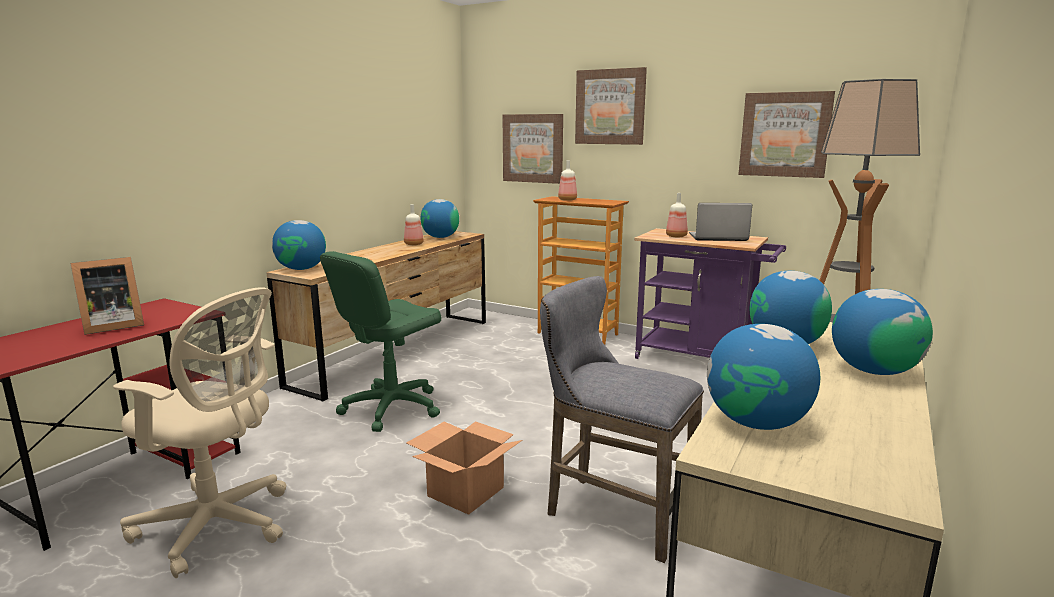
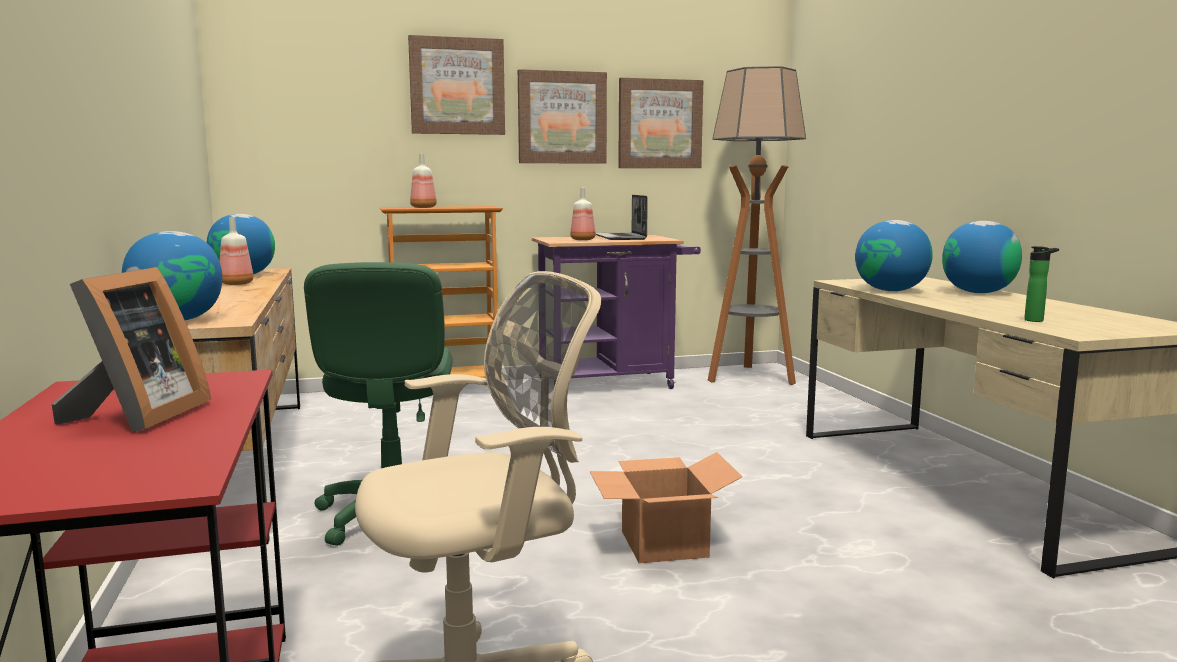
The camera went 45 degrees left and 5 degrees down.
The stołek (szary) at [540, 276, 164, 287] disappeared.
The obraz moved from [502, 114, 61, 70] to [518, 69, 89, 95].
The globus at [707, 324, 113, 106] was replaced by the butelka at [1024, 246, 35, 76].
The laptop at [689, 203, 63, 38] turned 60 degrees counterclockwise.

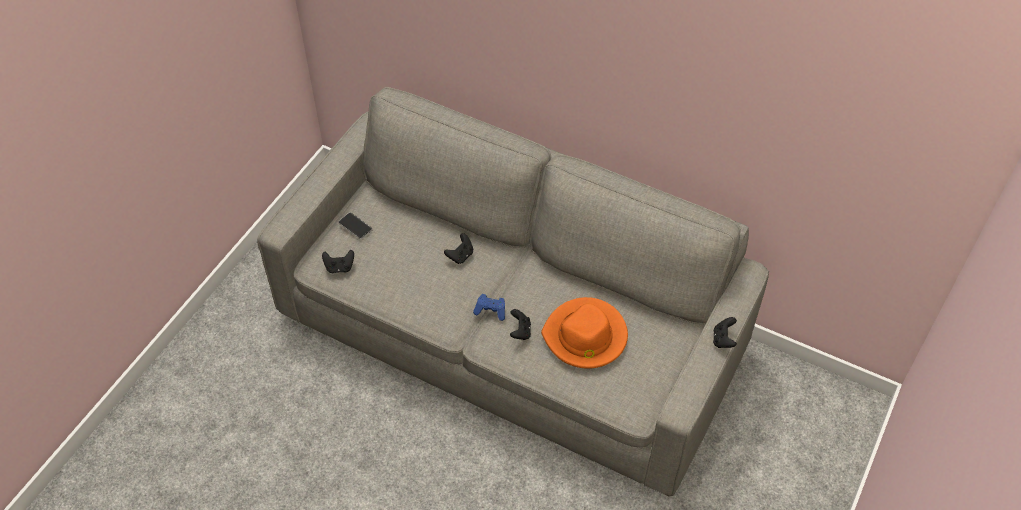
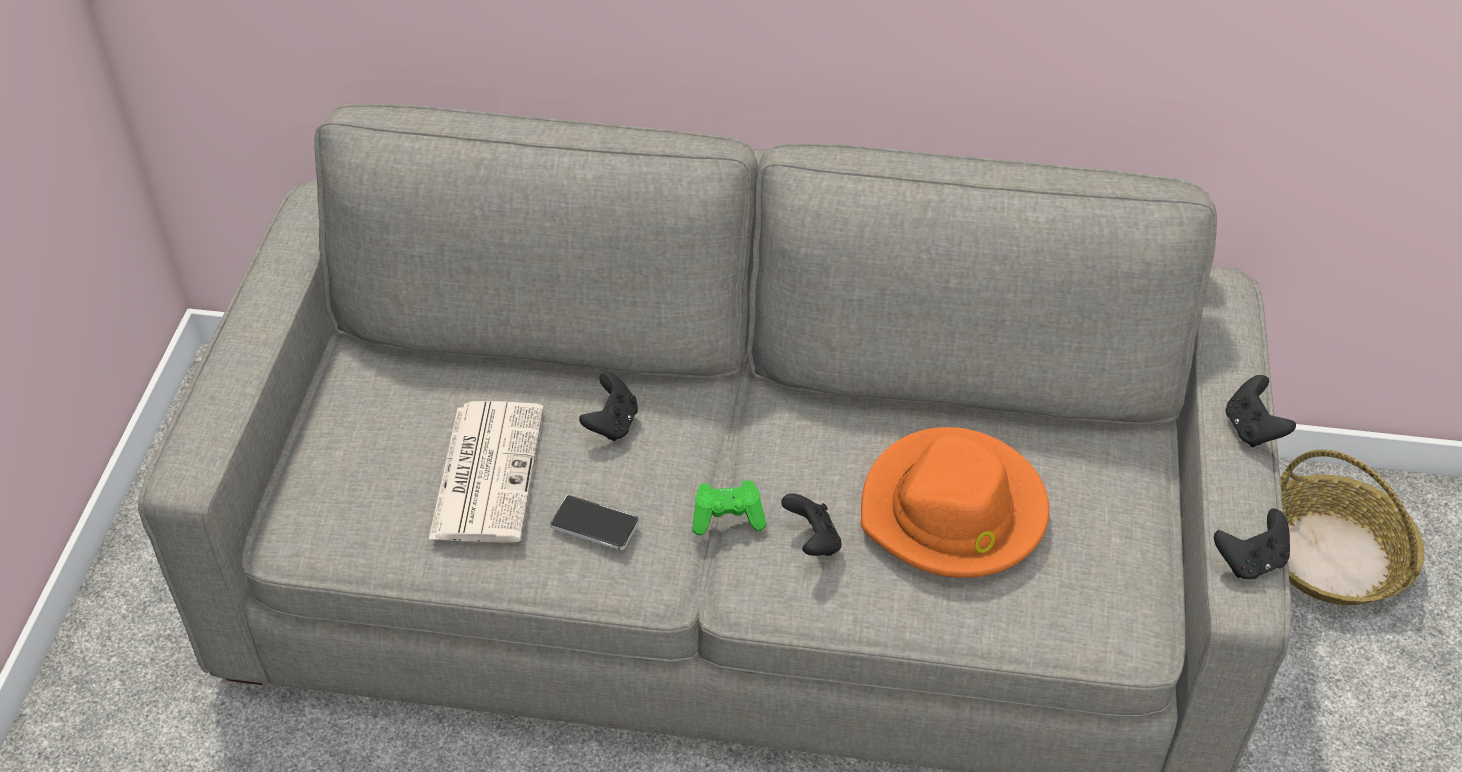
The camera went 20 degrees left and 5 degrees down.
The gazeta at [428, 401, 116, 142] appeared.
The koszyk at [1280, 450, 144, 155] appeared.
The pad do gier (czarny) moved from [322, 250, 32, 23] to [1214, 508, 76, 71].
The telefon moved from [338, 212, 35, 27] to [550, 495, 89, 55].
The pad do gier (niebieski) at [473, 294, 32, 27] became the pad do gier (zielony) at [692, 480, 75, 56].

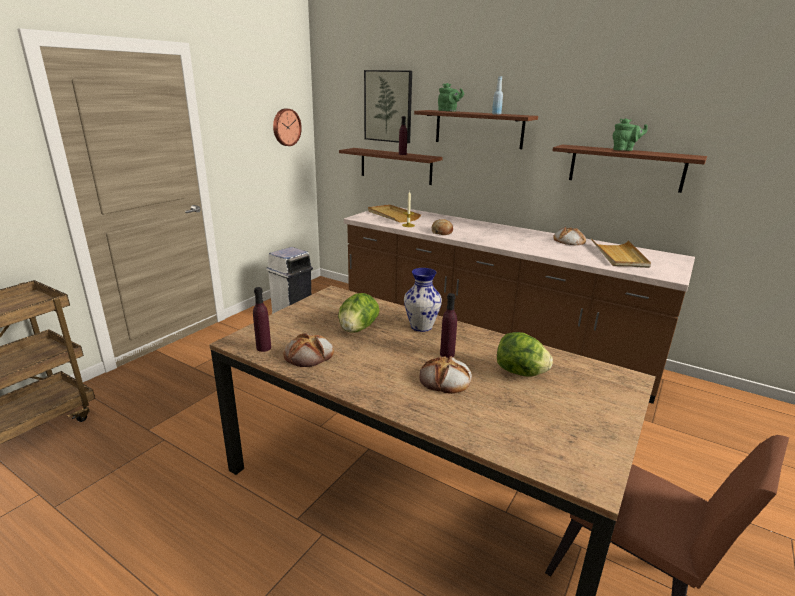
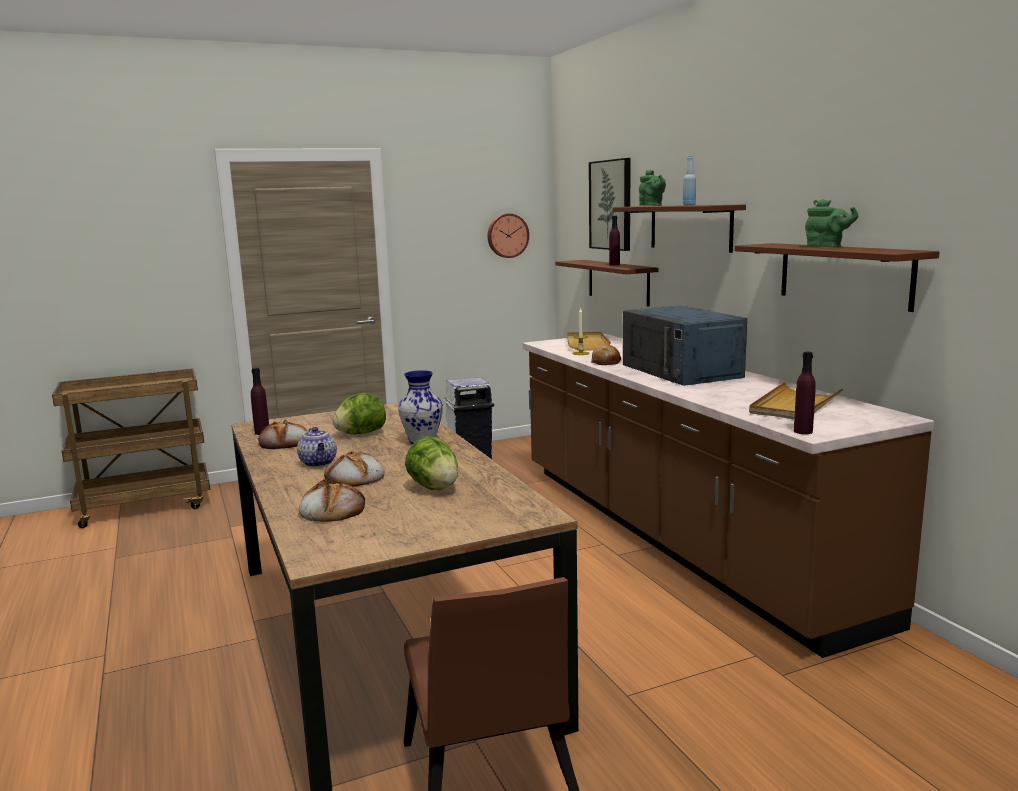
The camera went 35 degrees right and 10 degrees down.
The imbryk at [297, 427, 40, 40] appeared.
The mikrofalówka (niebieski) at [623, 305, 124, 81] appeared.
The butelka (fioletowy) moved from [440, 293, 17, 65] to [794, 352, 22, 82].
The chleb moved from [553, 226, 33, 19] to [299, 478, 66, 44].

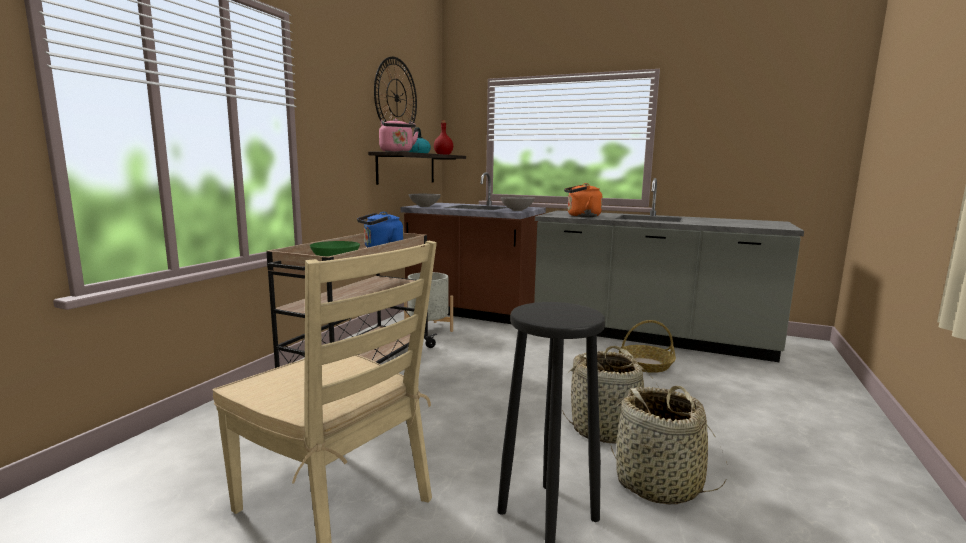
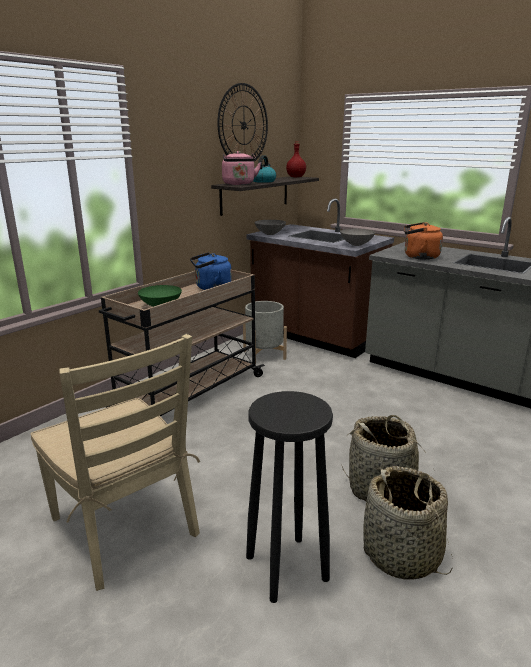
The camera went 15 degrees right and 10 degrees up.
The koszyk at [619, 320, 57, 53] disappeared.

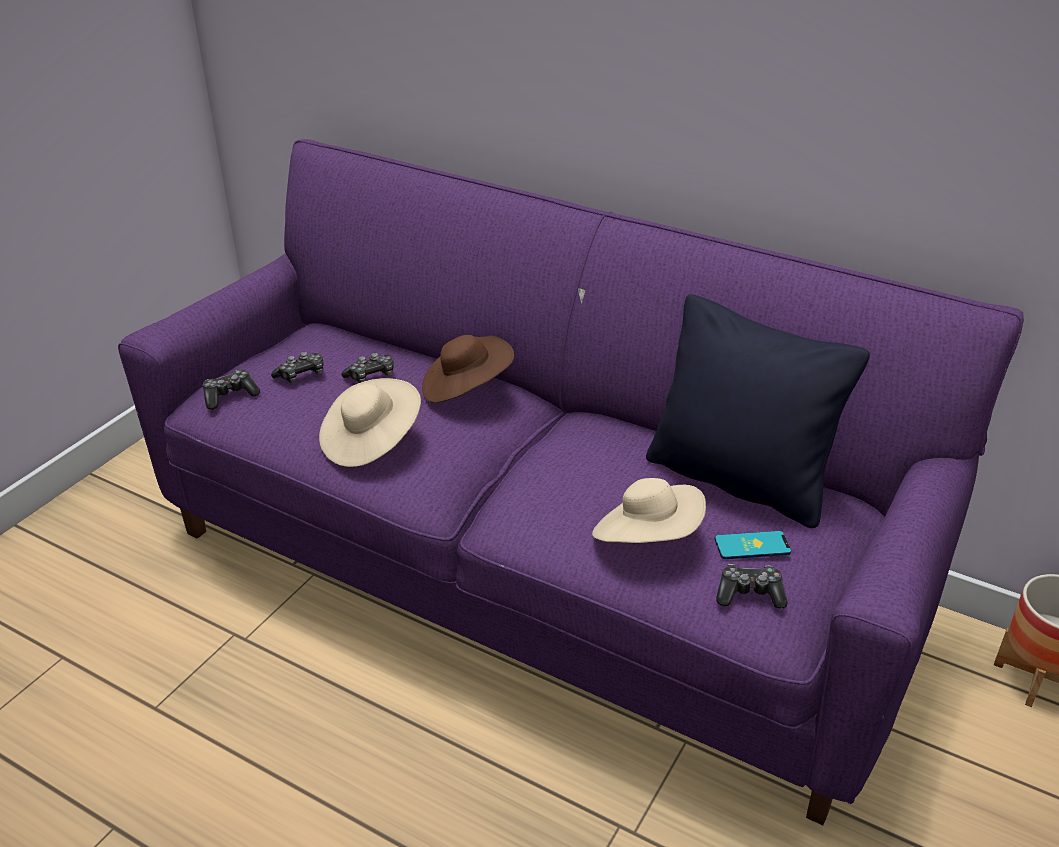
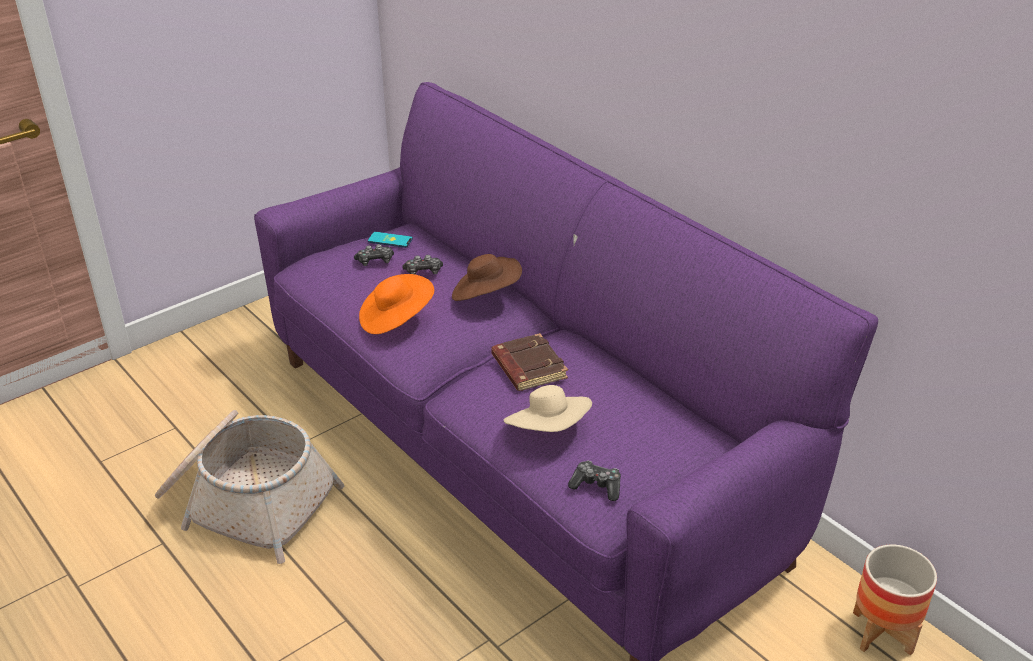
The camera went 20 degrees right and 0 degrees up.
The pad do gier at [203, 370, 57, 40] disappeared.
The poduszka (czarny) at [646, 294, 224, 234] disappeared.
The koszyk at [155, 410, 189, 154] appeared.
The książka (brązowy) at [491, 333, 77, 58] appeared.
The telefon moved from [715, 531, 76, 28] to [368, 232, 45, 16].
The kapelusz (beżowy) at [319, 378, 102, 89] became the kapelusz (pomarańczowy) at [359, 274, 75, 60].

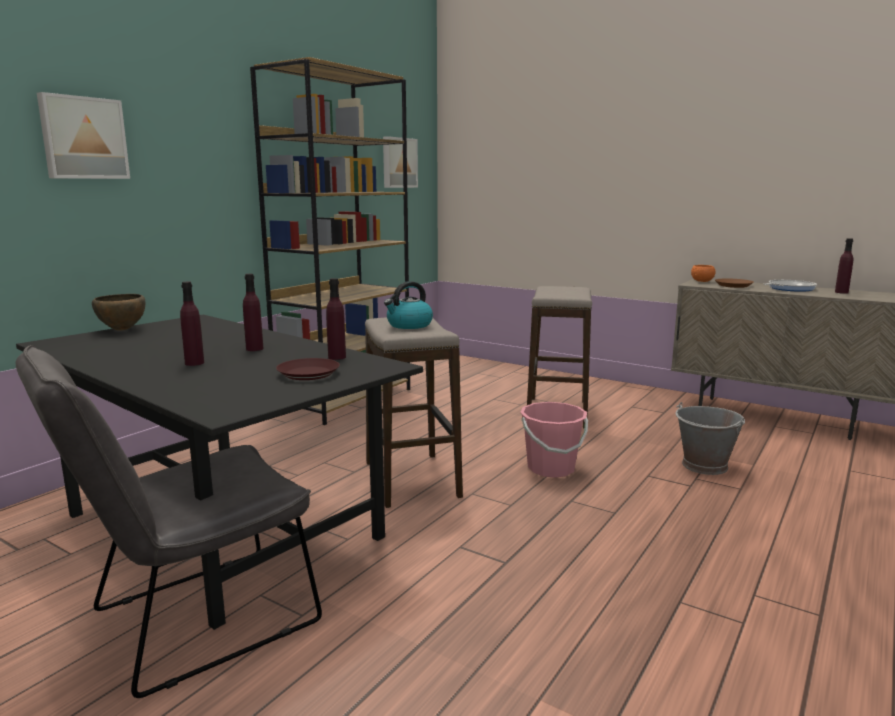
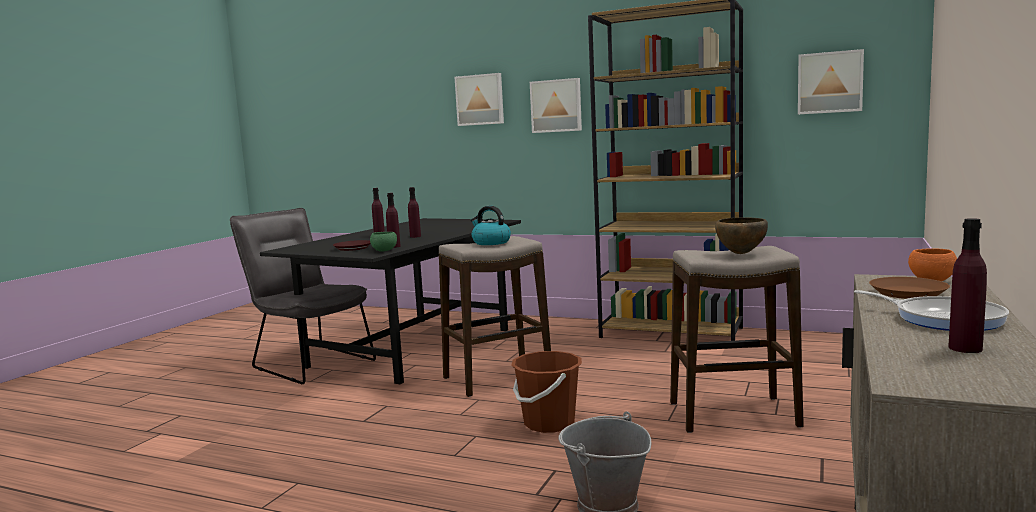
The camera went 80 degrees right and 5 degrees down.
The miska (zielony) at [370, 232, 27, 20] appeared.
The obraz at [530, 78, 52, 55] appeared.
The miska (brązowy) moved from [92, 294, 53, 37] to [715, 217, 53, 37].
The wiadro (różowy) at [520, 402, 68, 76] became the wiadro (brązowy) at [511, 351, 71, 82].

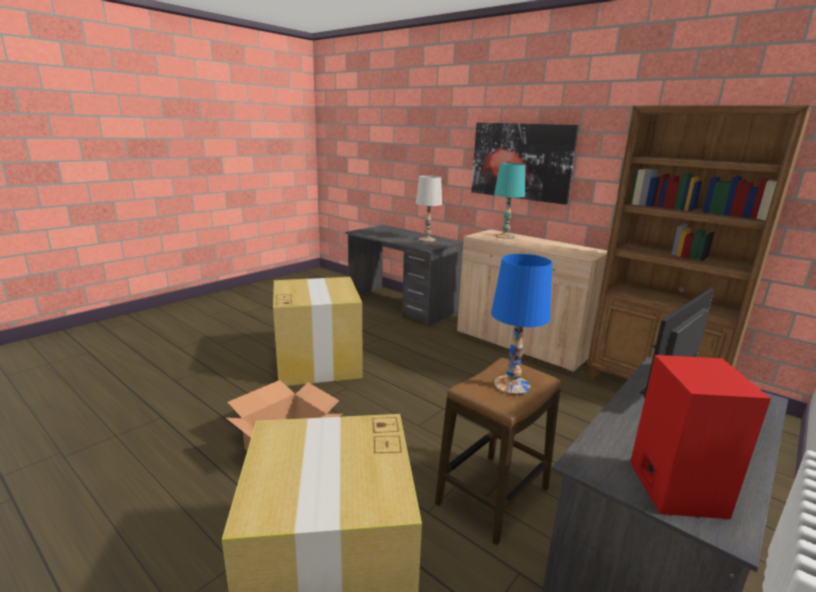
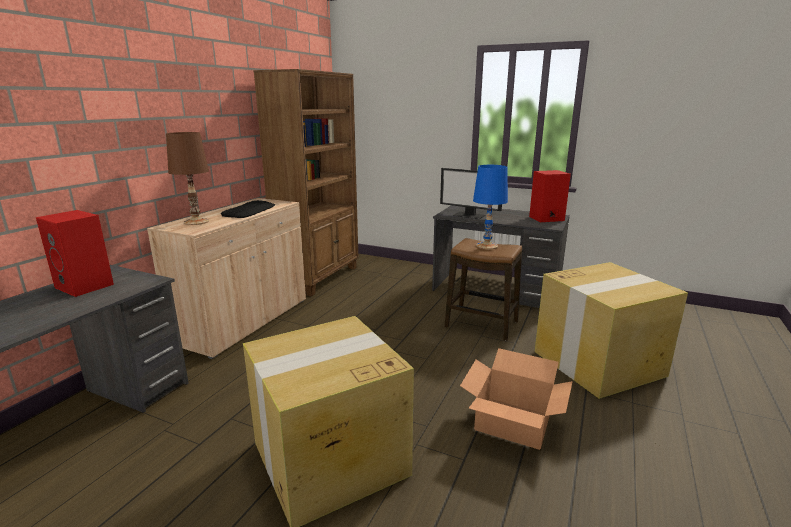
The camera went 105 degrees left and 0 degrees up.
The obraz at [471, 123, 108, 82] disappeared.
The klawiatura at [221, 200, 54, 18] appeared.
The lampa stołowa (biały) at [416, 175, 26, 67] was replaced by the głośnik (czerwony) at [36, 210, 78, 87].
The lampa stołowa (turkusowy) at [494, 163, 32, 76] became the lampa stołowa (brązowy) at [166, 132, 43, 93].

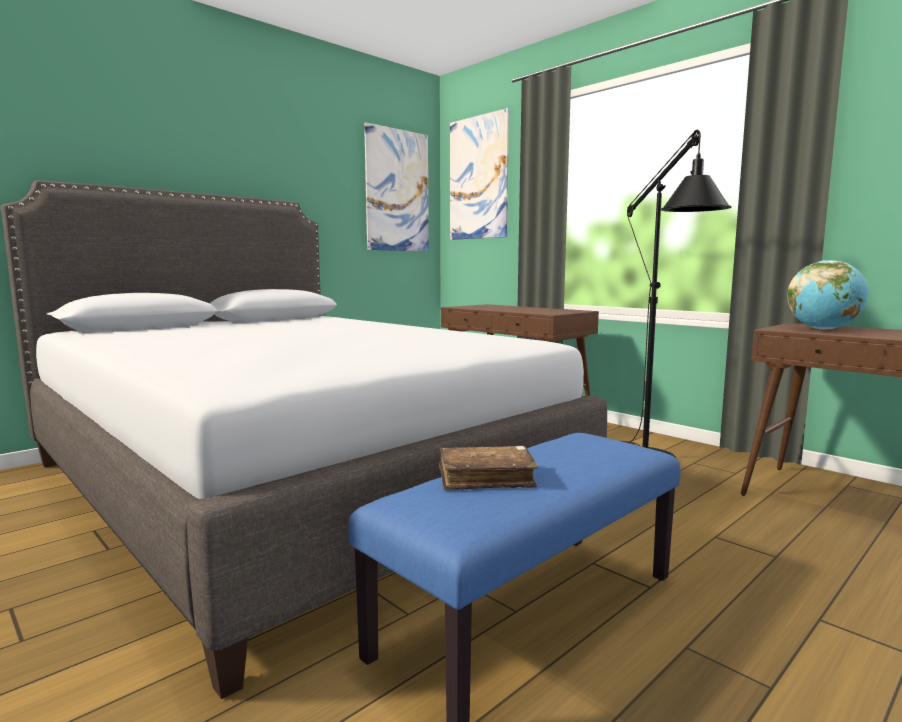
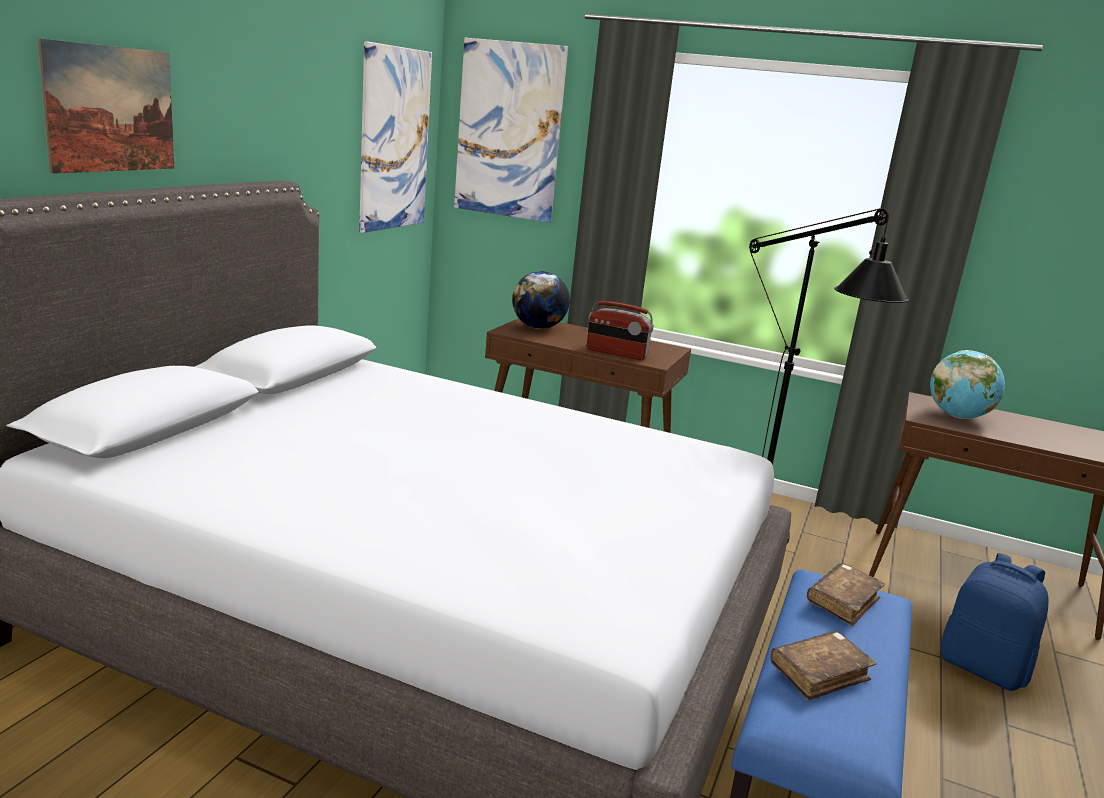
The camera went 25 degrees left and 10 degrees up.
The obraz at [38, 38, 136, 136] appeared.
The globus at [512, 271, 58, 58] appeared.
The radio at [587, 301, 67, 59] appeared.
The książka (brązowy) at [807, 563, 78, 63] appeared.
The plecak (niebieski) at [940, 553, 109, 138] appeared.

